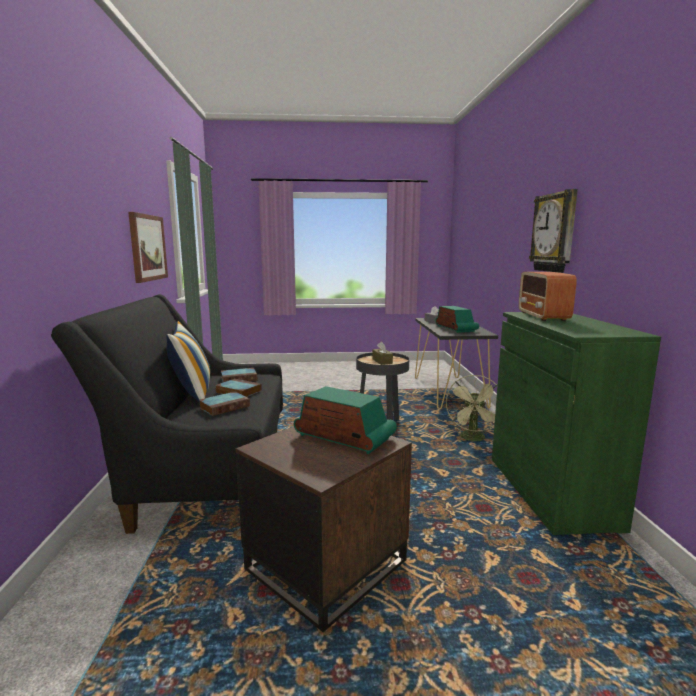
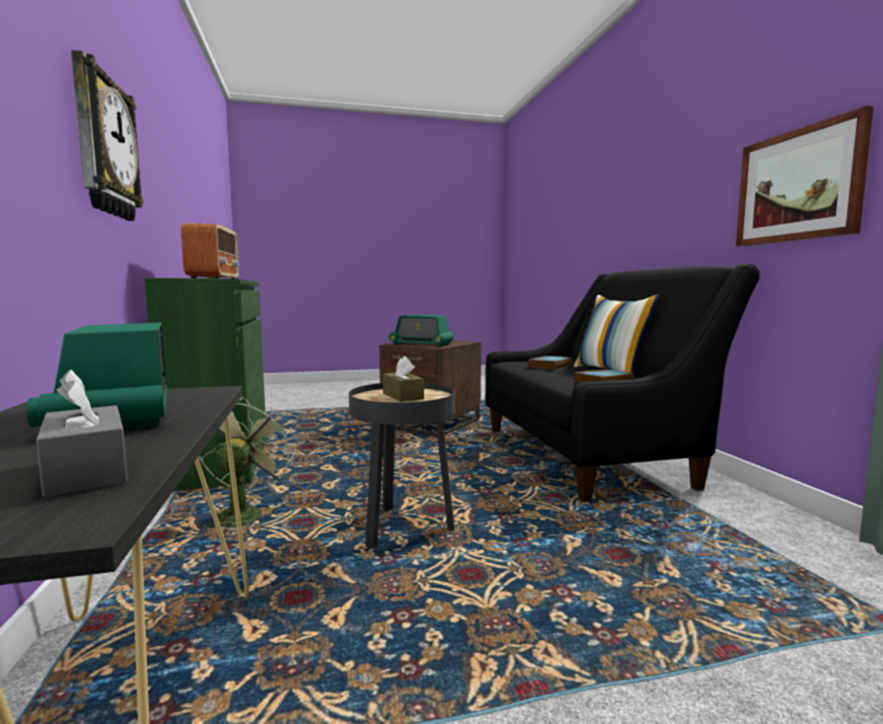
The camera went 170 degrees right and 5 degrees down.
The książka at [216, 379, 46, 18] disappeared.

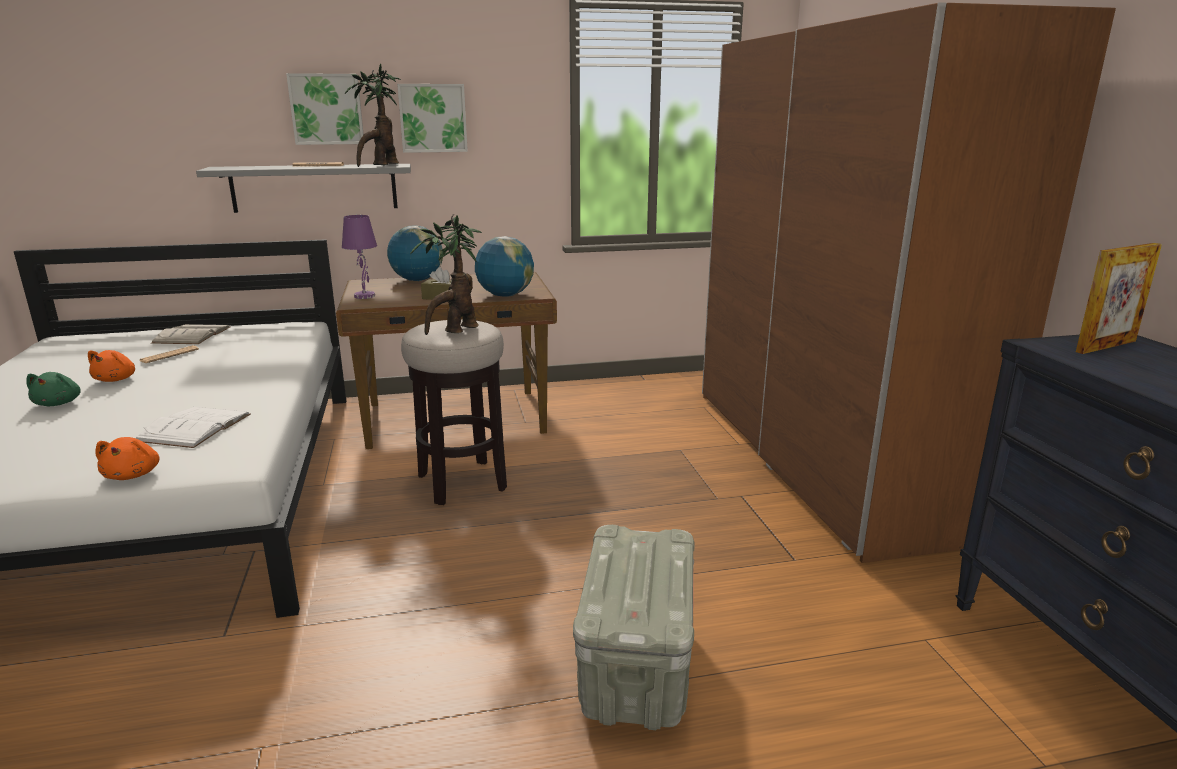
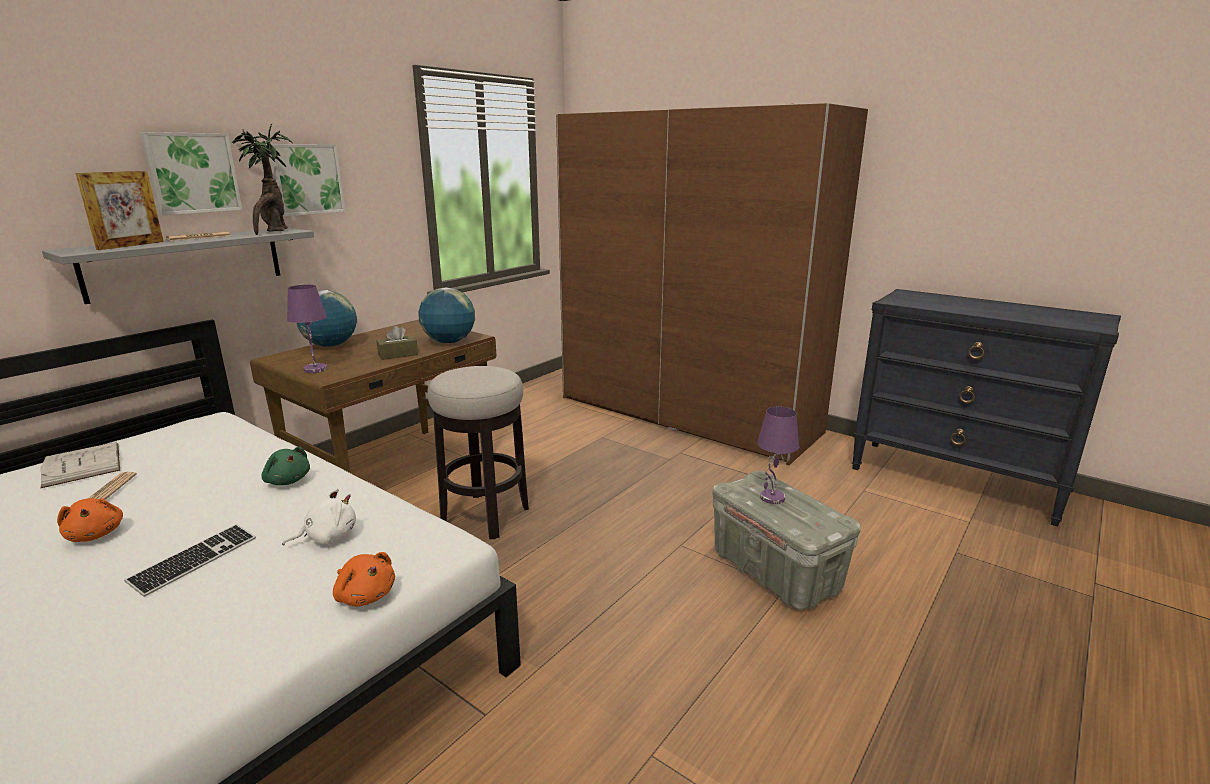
The camera went 40 degrees left and 0 degrees up.
The roślina doniczkowa at [410, 214, 72, 121] disappeared.
The klawiatura at [124, 524, 132, 73] appeared.
The lampa stołowa (fioletowy) at [757, 407, 42, 97] appeared.
The pluszak (zielony) moved from [26, 372, 55, 34] to [261, 447, 49, 38].
The ramka na zdjęcie moved from [1076, 243, 86, 111] to [75, 171, 89, 79].
The książka (biały) at [136, 407, 115, 41] was replaced by the pluszak (biały) at [282, 488, 74, 58].

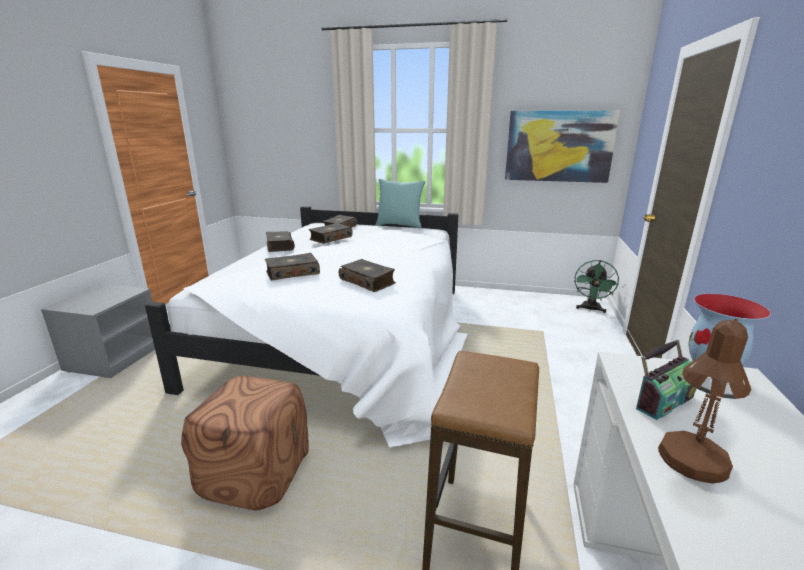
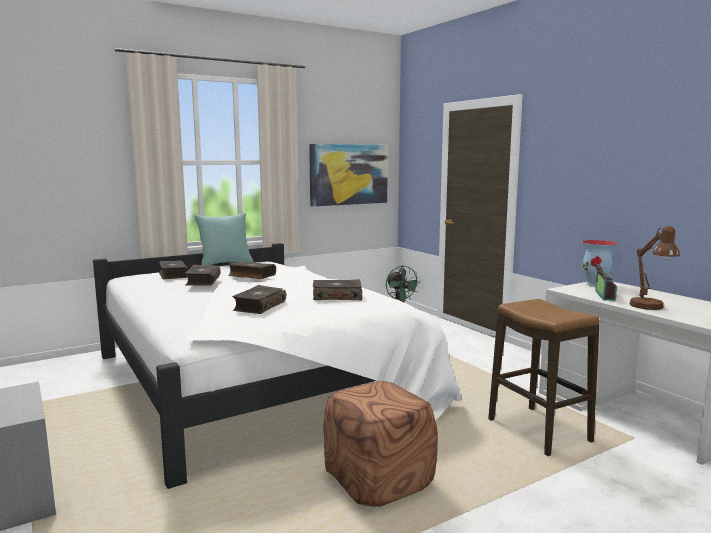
The camera went 45 degrees left and 10 degrees down.
The książka moved from [266, 231, 29, 21] to [228, 261, 48, 18].

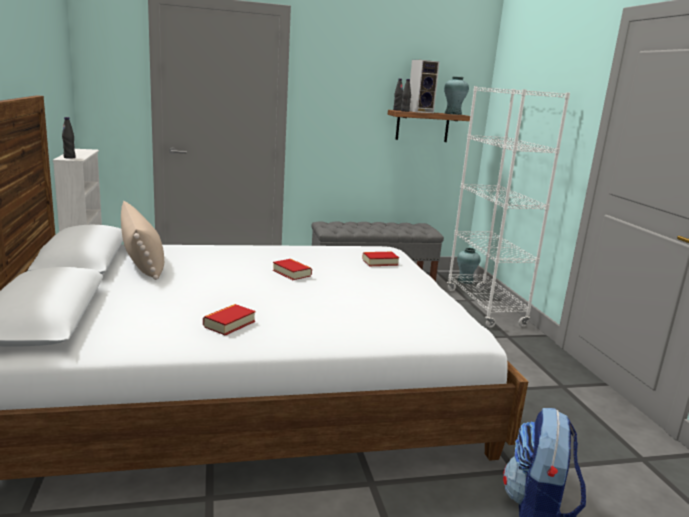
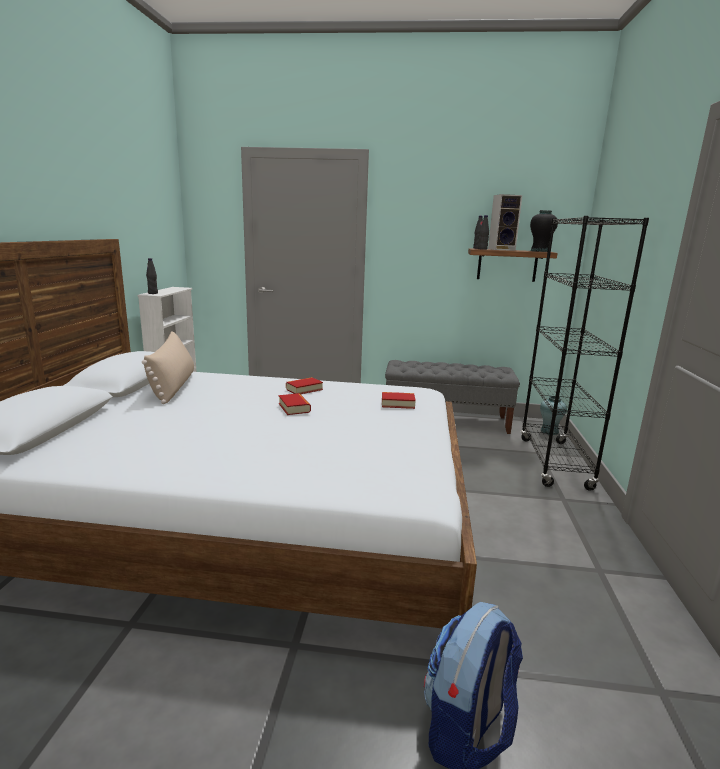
The camera went 20 degrees right and 0 degrees up.
The książka moved from [203, 304, 53, 32] to [286, 377, 37, 17].
The wazon (turkusowy) at [444, 76, 25, 39] became the wazon (czarny) at [530, 210, 28, 42].
The regał (biały) at [447, 86, 123, 242] became the regał (czarny) at [520, 216, 129, 275].

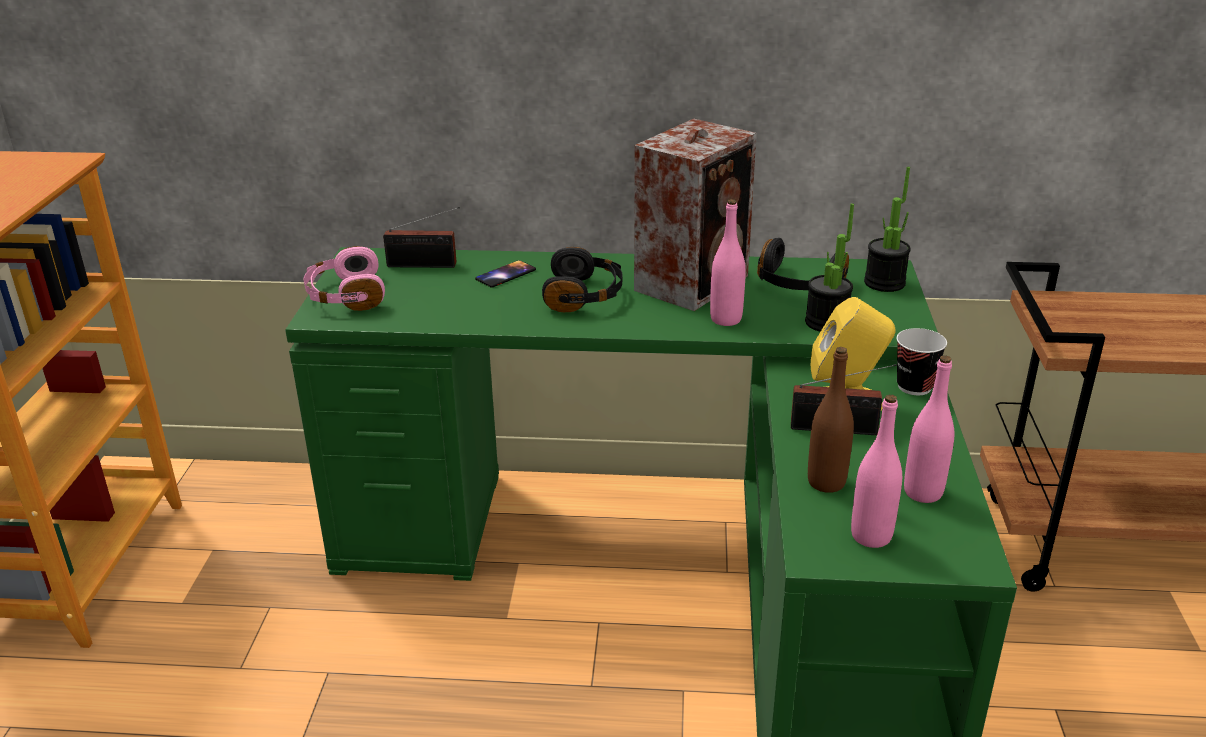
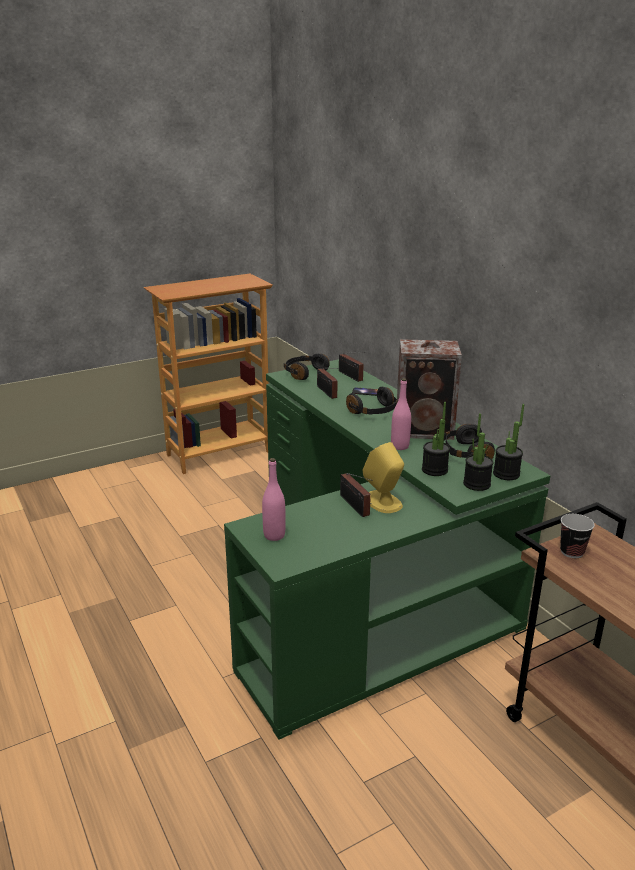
The camera went 55 degrees right and 5 degrees down.
The butelka (brązowy) at [808, 347, 46, 146] disappeared.
The butelka (różowy) at [904, 355, 51, 148] disappeared.
The radio at [317, 368, 21, 31] appeared.
The roślina doniczkowa at [463, 413, 30, 78] appeared.
The filiżanka moved from [897, 328, 50, 67] to [560, 514, 35, 44].
The słuchawki (różowy) at [303, 246, 82, 65] became the słuchawki (czarny) at [284, 354, 46, 26].

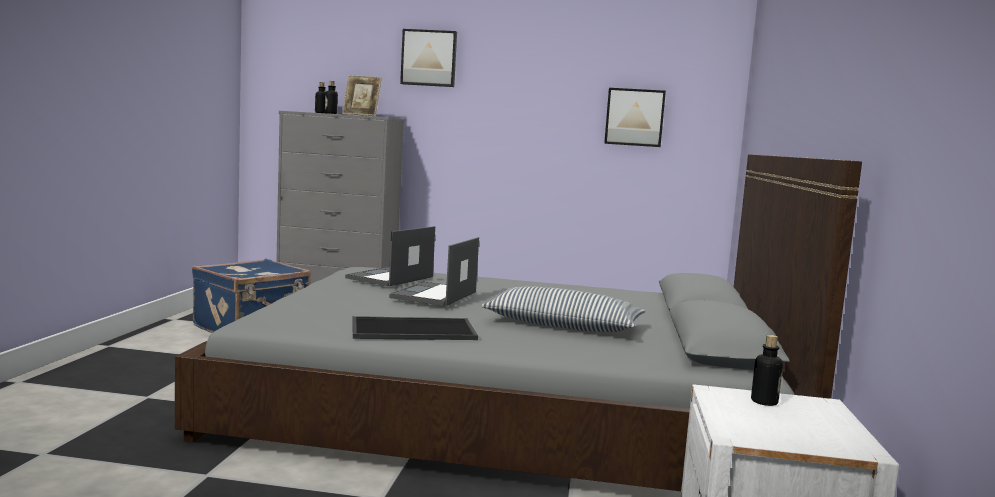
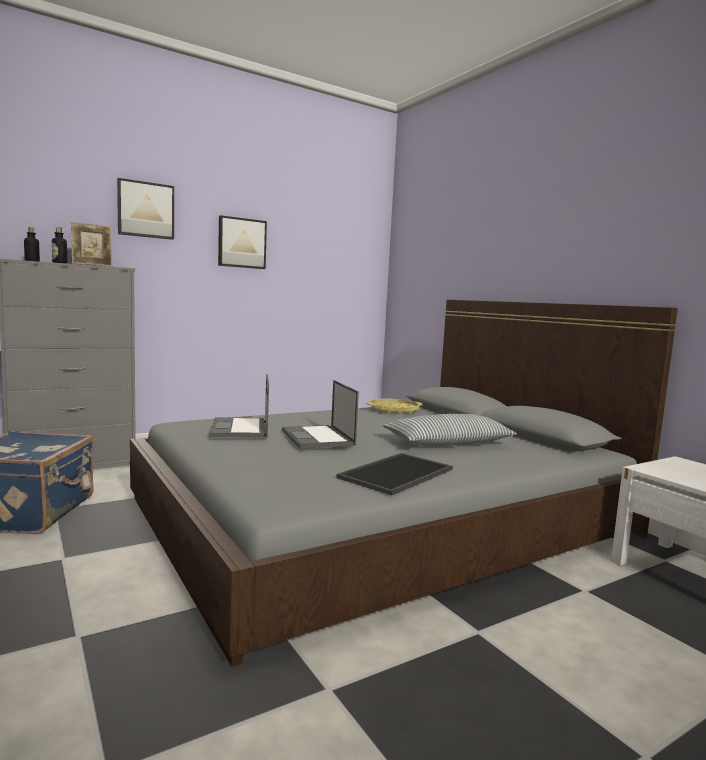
The camera went 40 degrees left and 0 degrees up.
The butelka at [751, 335, 32, 71] disappeared.
The taca (żółty) at [366, 399, 57, 15] appeared.
The obraz moved from [604, 88, 62, 59] to [218, 215, 49, 54].

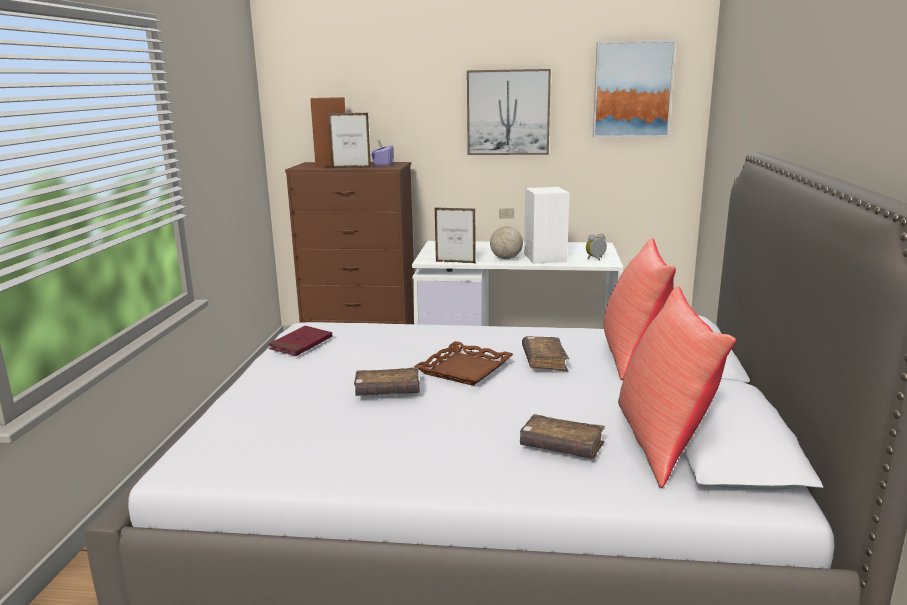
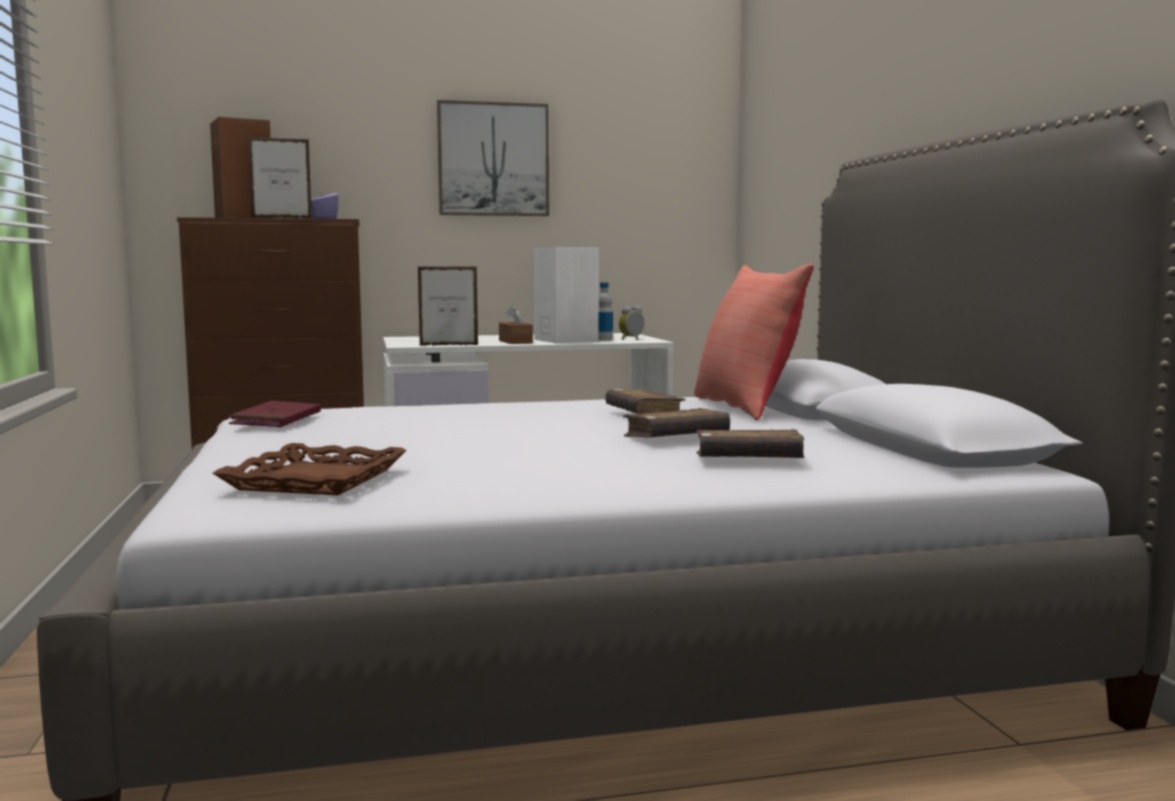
The camera went 20 degrees left and 10 degrees down.
The obraz at [593, 40, 83, 98] disappeared.
The poduszka (czerwony) at [618, 286, 118, 202] disappeared.
The butelka at [599, 282, 14, 59] appeared.
The książka (brązowy) moved from [354, 367, 66, 29] to [623, 408, 107, 30].
The taca (brązowy) moved from [414, 341, 99, 45] to [212, 443, 194, 52].
The globus at [490, 208, 33, 51] was replaced by the pudełko chusteczek (brązowy) at [499, 305, 34, 39].

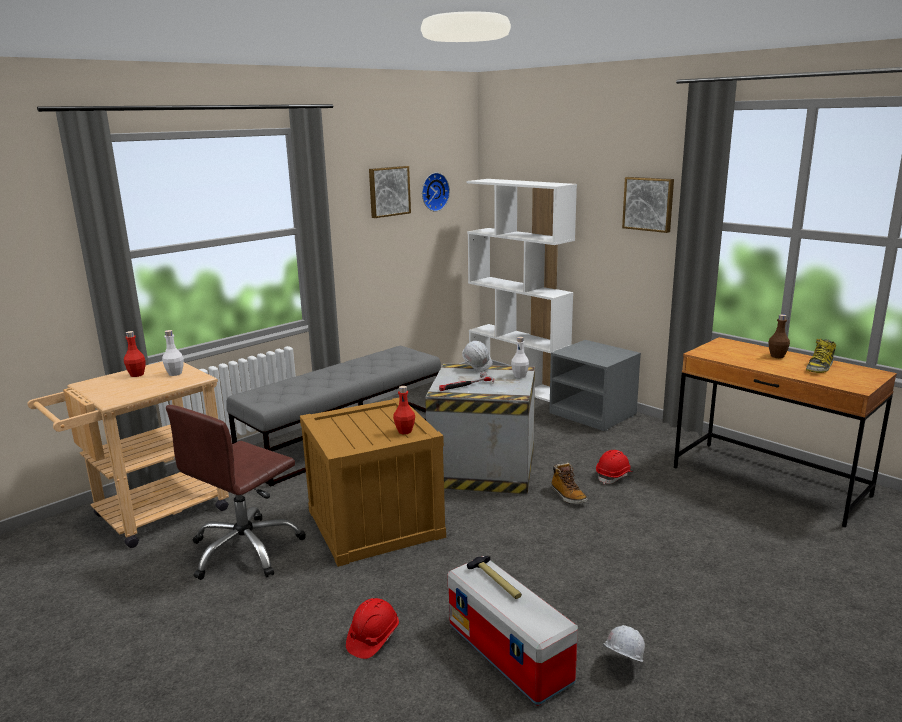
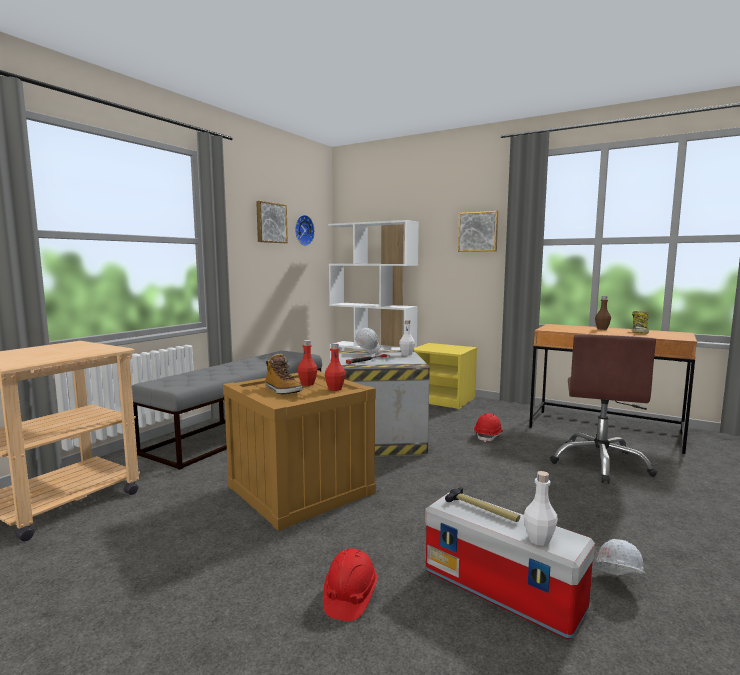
The camera went 15 degrees left and 10 degrees down.
The butelka (czerwony) moved from [124, 331, 22, 46] to [298, 340, 19, 46].
The butelka (biały) moved from [162, 330, 22, 46] to [524, 471, 34, 75].
The krzesło biurowe (brązowy) moved from [166, 405, 140, 175] to [550, 334, 107, 150].
The but z cholewką moved from [551, 463, 36, 41] to [265, 354, 38, 41].
The szafka nocna (szary) at [549, 340, 92, 91] became the szafka nocna (żółty) at [414, 343, 63, 66].

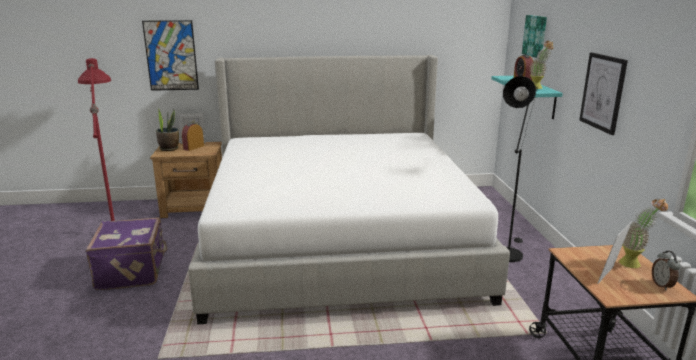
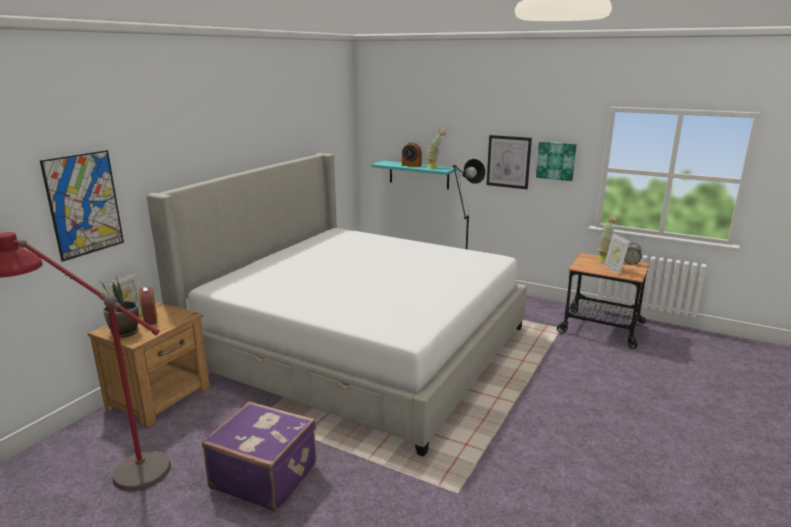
The camera went 55 degrees left and 0 degrees up.
The obraz moved from [522, 15, 25, 43] to [536, 141, 41, 40].

